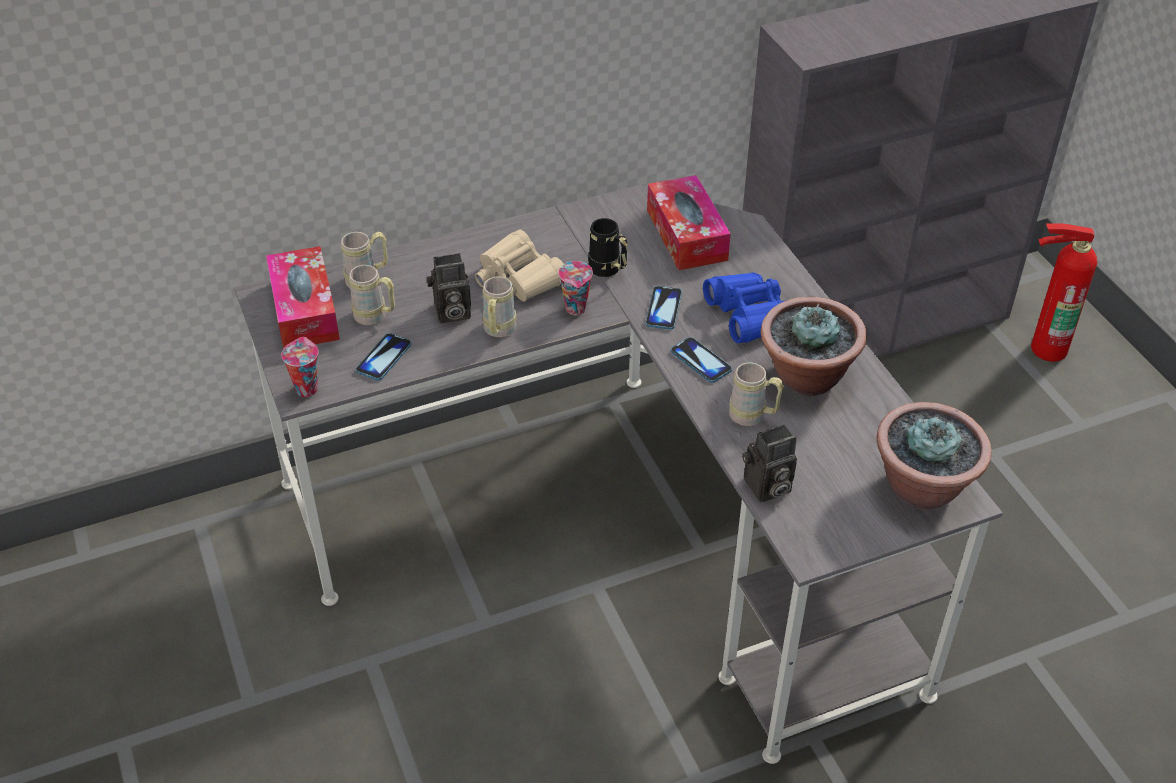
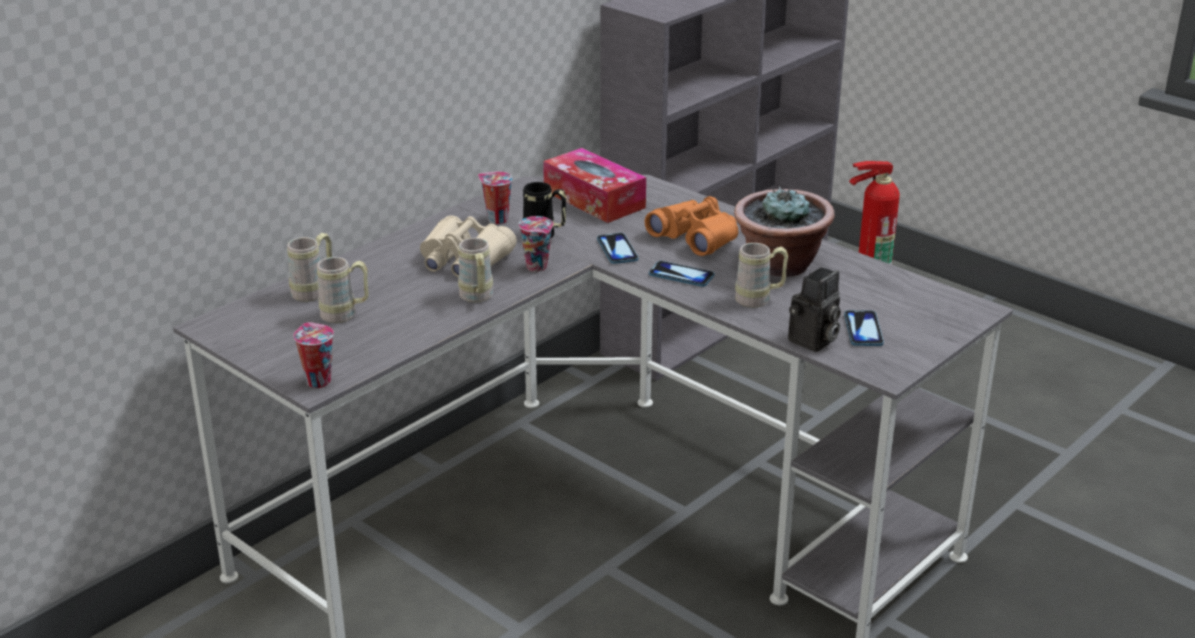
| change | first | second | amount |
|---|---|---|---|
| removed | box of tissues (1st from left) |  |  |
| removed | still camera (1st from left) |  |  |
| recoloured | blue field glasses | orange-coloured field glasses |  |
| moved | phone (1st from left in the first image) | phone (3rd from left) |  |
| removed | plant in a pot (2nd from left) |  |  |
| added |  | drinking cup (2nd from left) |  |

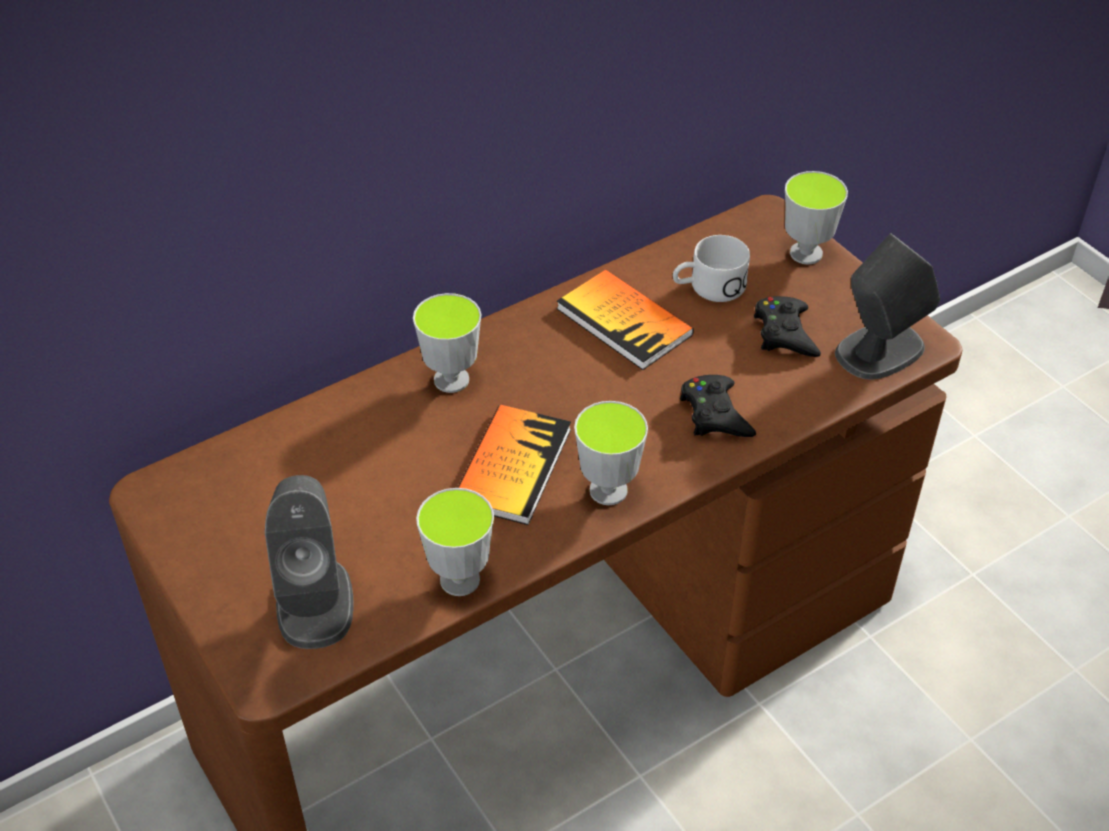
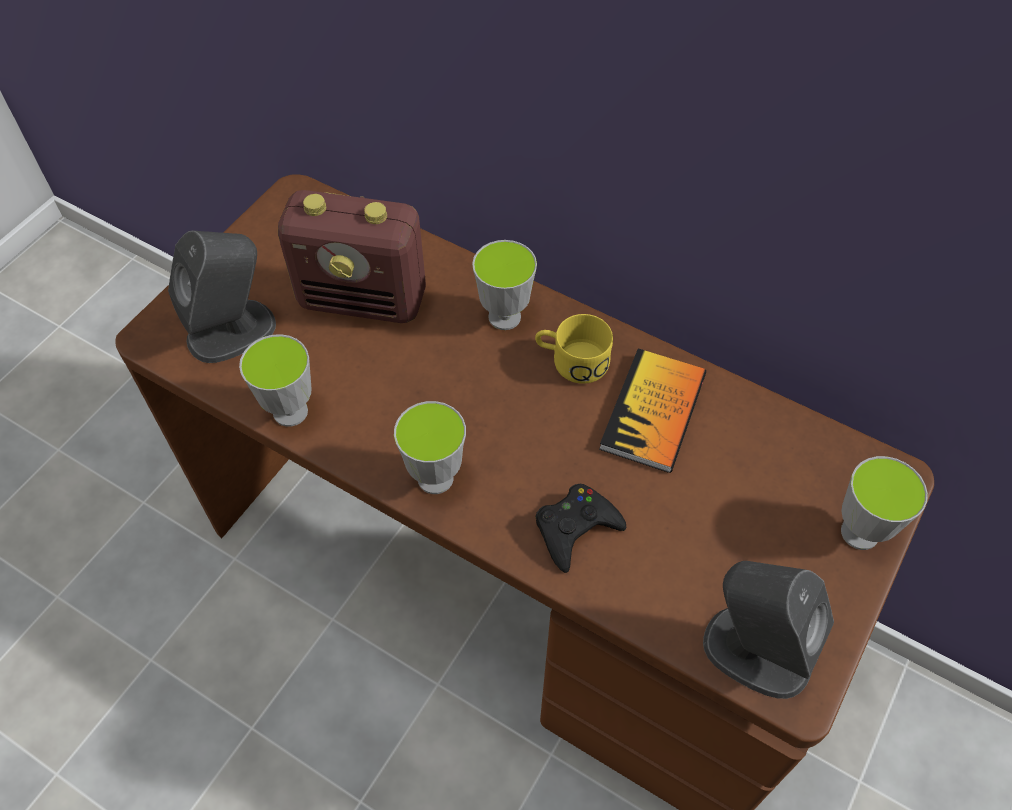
| change | first | second | amount |
|---|---|---|---|
| removed | whitish mug |  |  |
| removed | black joypad (2nd from left) |  |  |
| removed | bound book (1st from left) |  |  |
| added |  | radio |  |
| added |  | yellowish mug |  |

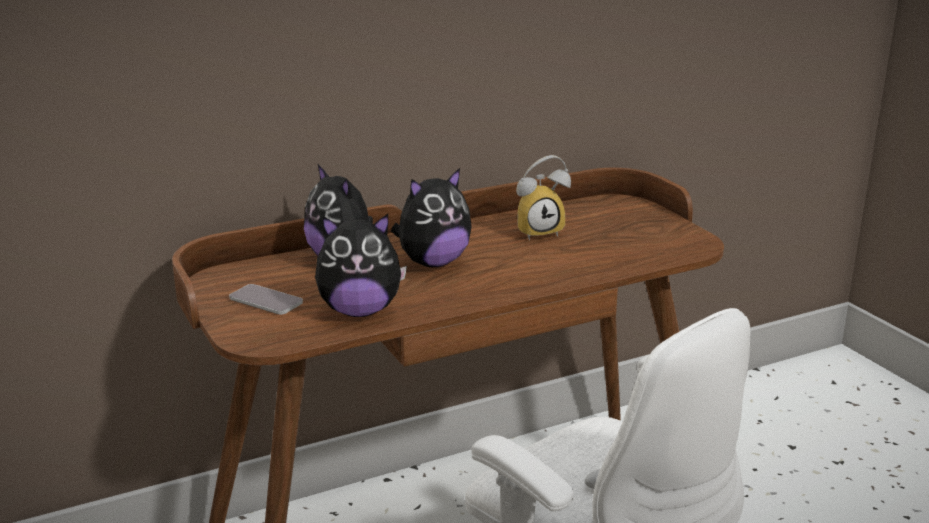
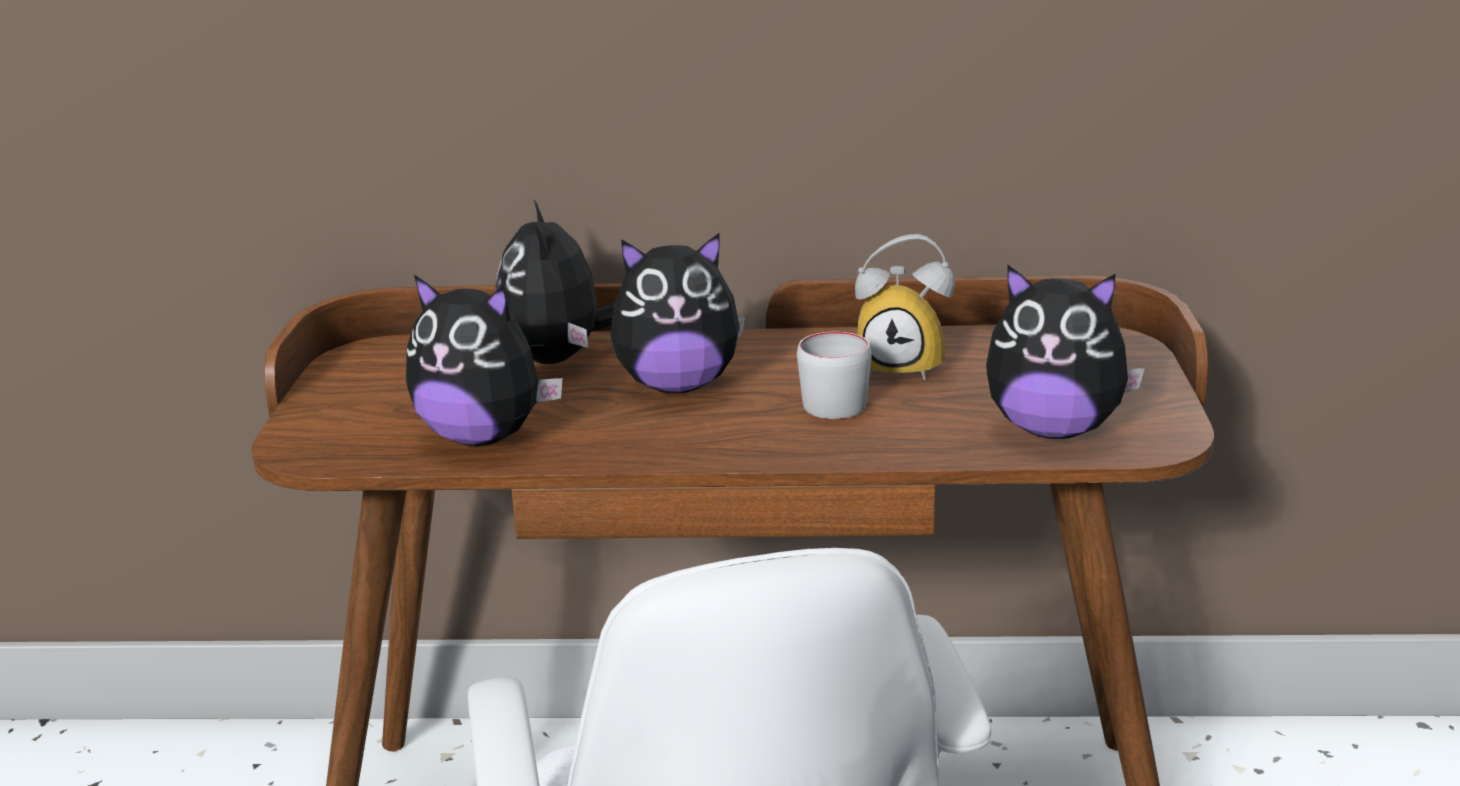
| change | first | second | amount |
|---|---|---|---|
| removed | phone |  |  |
| added |  | cuddly toy (4th from left) |  |
| added |  | gray mug |  |

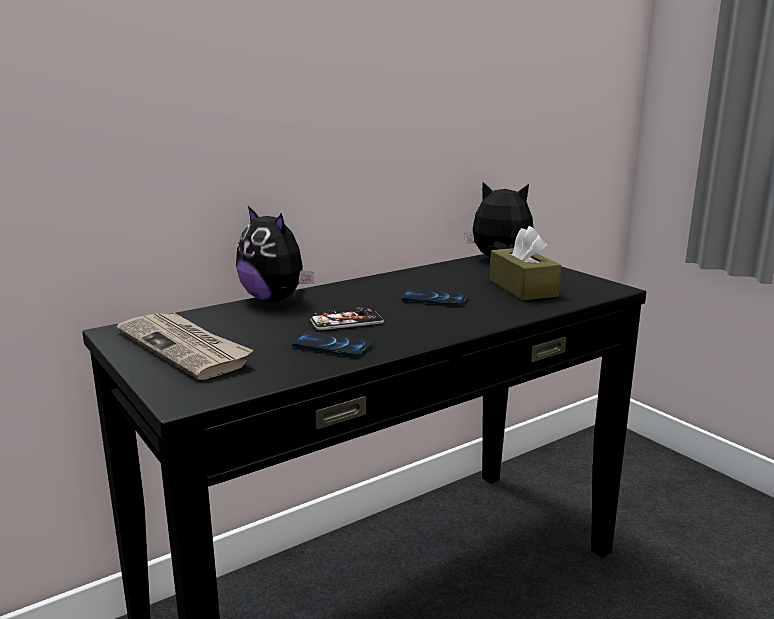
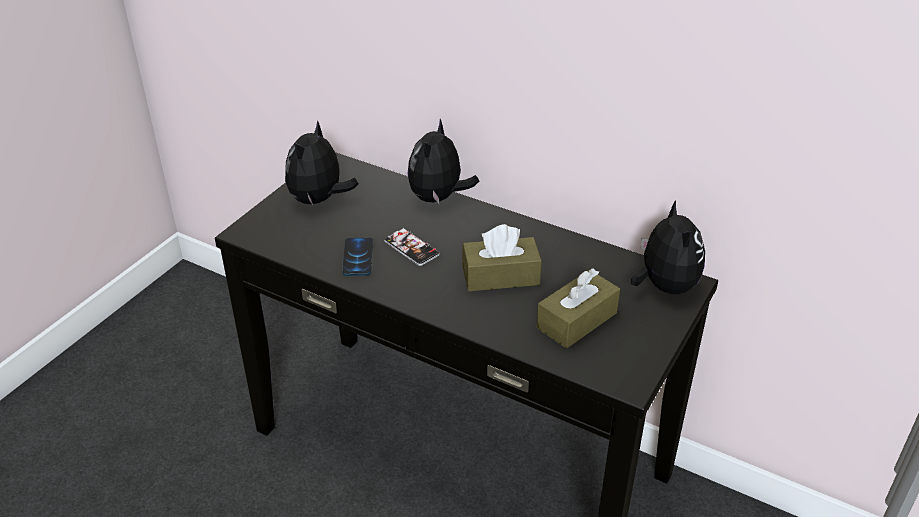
| change | first | second | amount |
|---|---|---|---|
| replaced | phone (3rd from left) | brownish box of tissues (1st from left) |  |
| replaced | daily paper | cuddly toy (1st from left) |  |

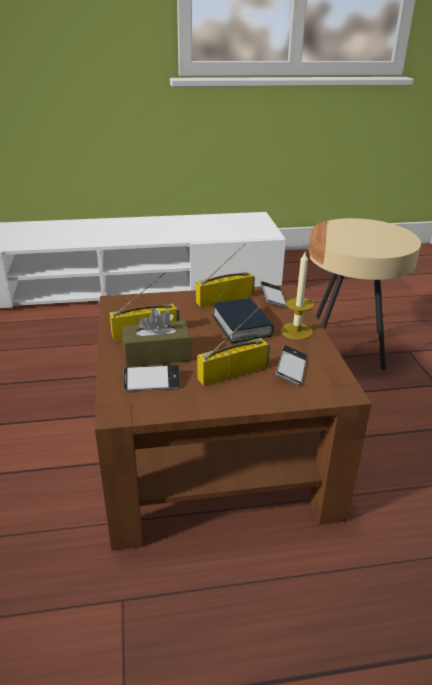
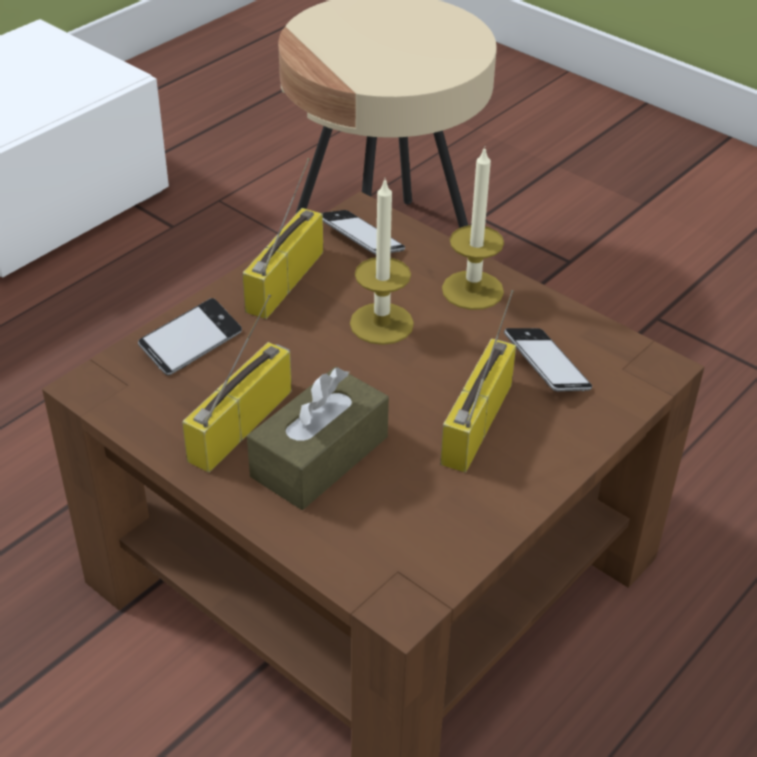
| change | first | second | amount |
|---|---|---|---|
| replaced | bound book | wax light (1st from left) |  |
| moved | phone (1st from left) |  |  |

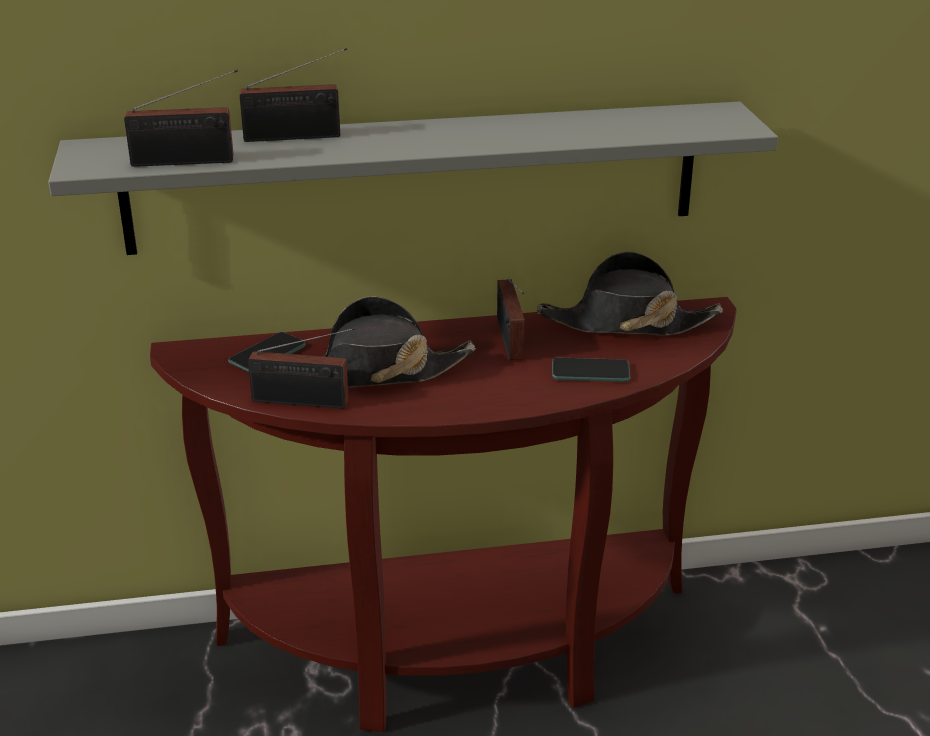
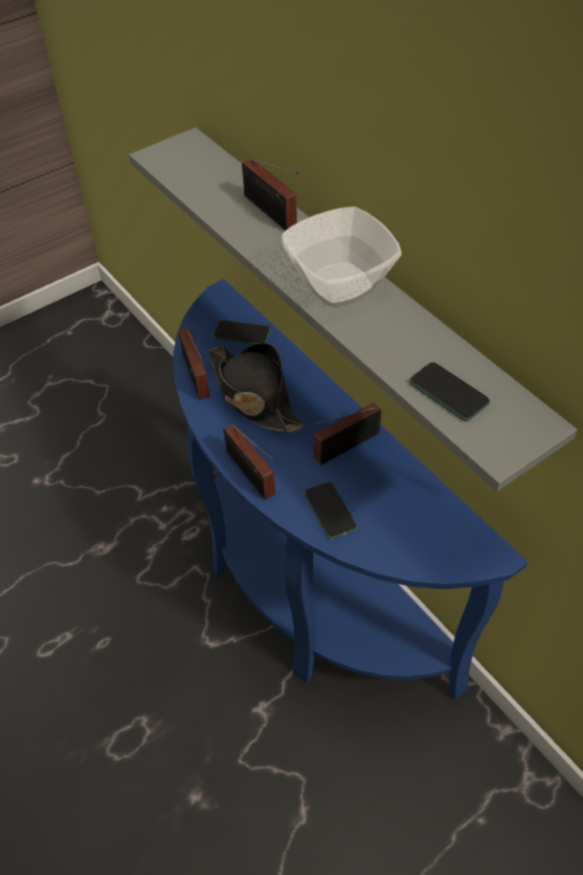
| change | first | second | amount |
|---|---|---|---|
| moved | radio (1st from left in the first image) | radio (2nd from left) |  |
| removed | black wearable hat (2nd from left) |  |  |
| recoloured | brownish console table | blue console table |  |
| added |  | serving bowl |  |
| added |  | phone (3rd from left) |  |

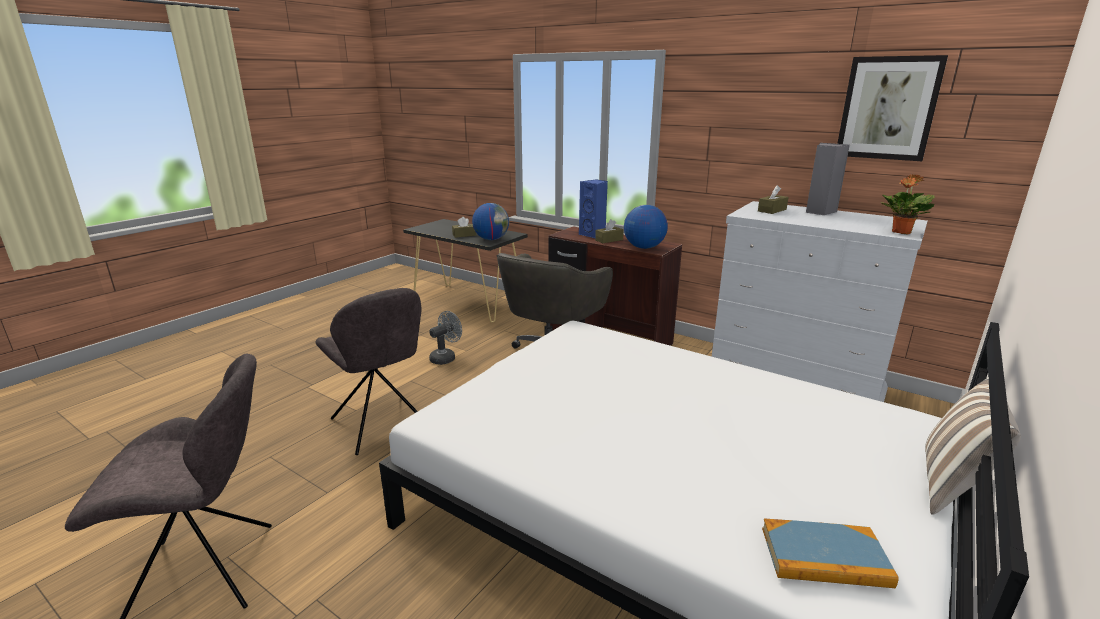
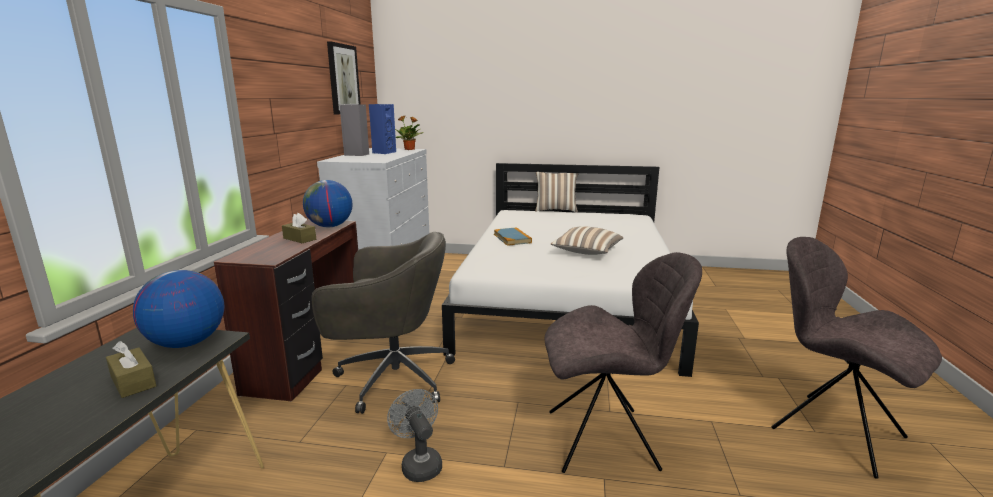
| change | first | second | amount |
|---|---|---|---|
| moved | blue speaker |  |  |
| removed | brownish box of tissues (3rd from left) |  |  |
| turned | gray chair (2nd from left in the first image) | gray chair (1st from left) | 60 degrees clockwise |
| turned | gray electric fan |  | 45 degrees clockwise |
| moved | bound book |  |  |
| added |  | pillow (2nd from left) |  |

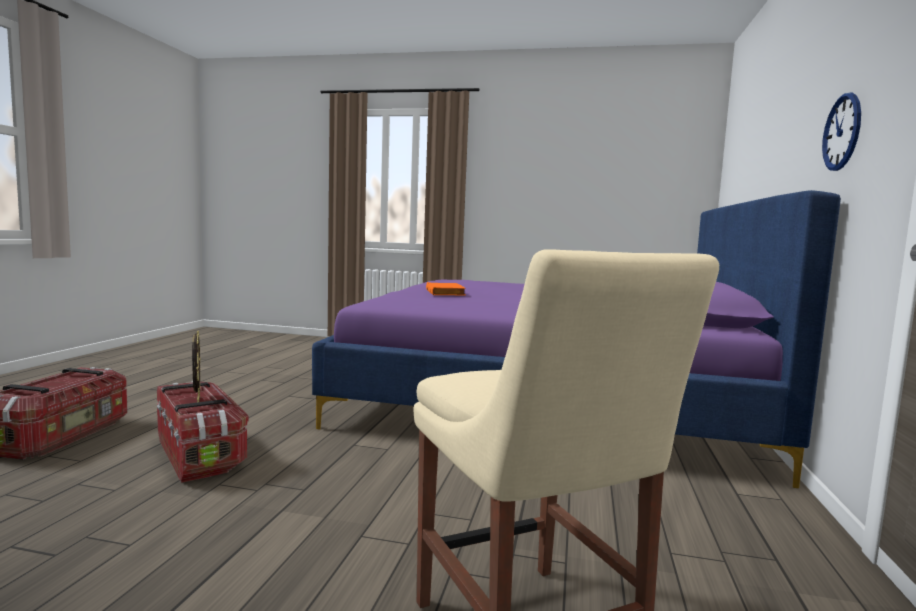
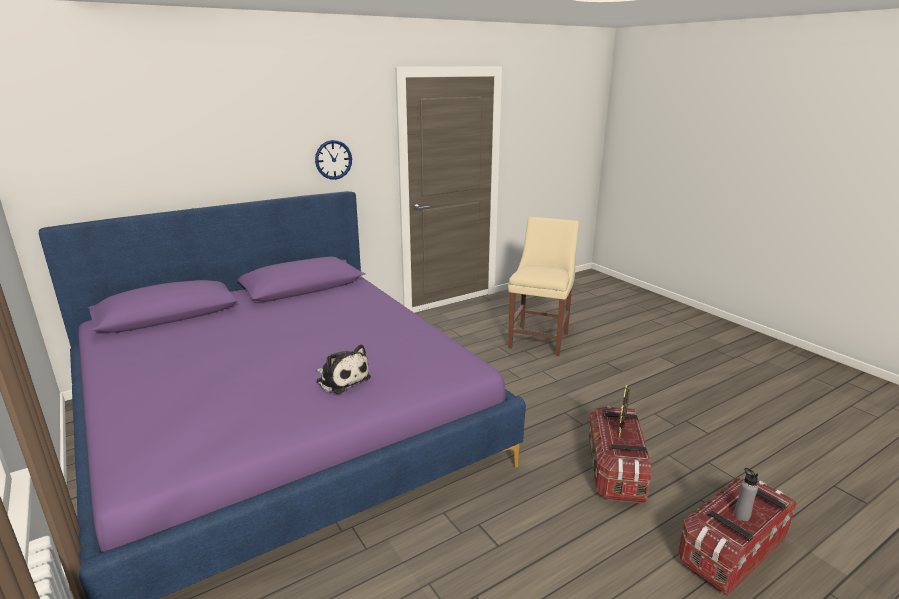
| change | first | second | amount |
|---|---|---|---|
| replaced | orange-coloured bound book | cuddly toy |  |
| added |  | gray beverage bottle |  |

